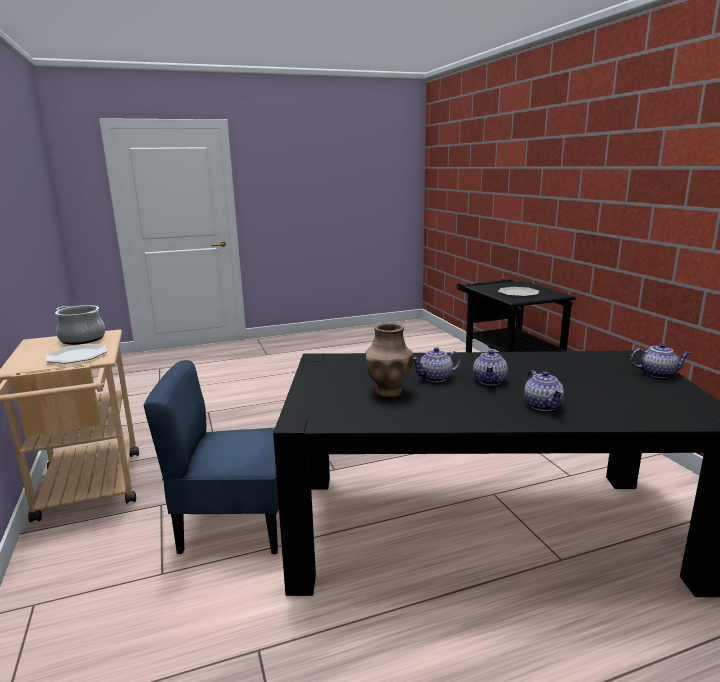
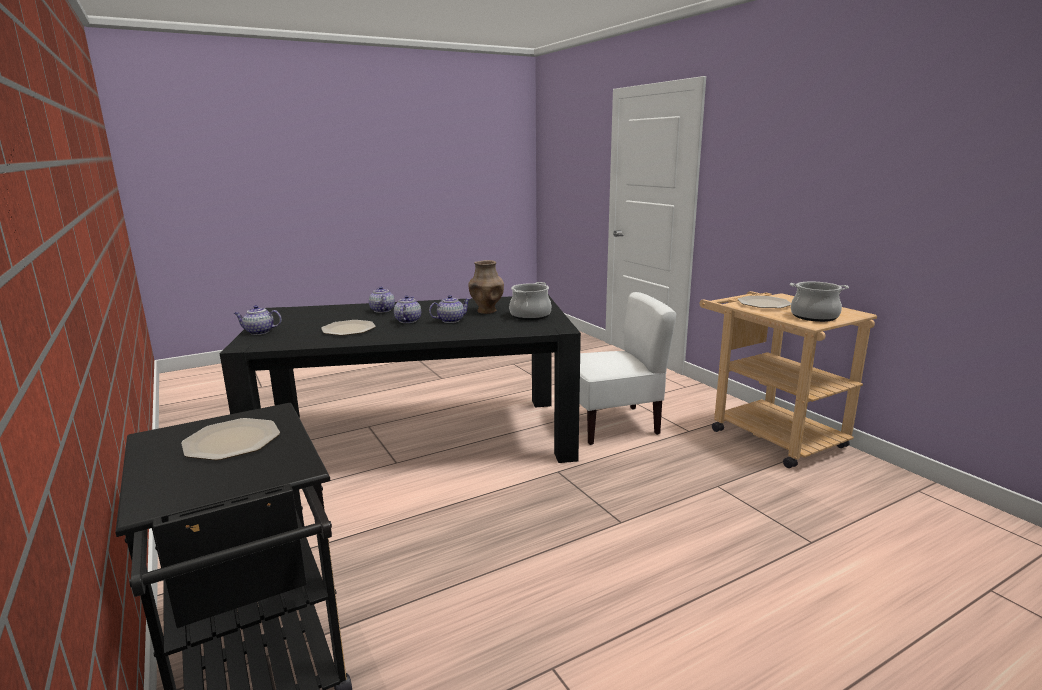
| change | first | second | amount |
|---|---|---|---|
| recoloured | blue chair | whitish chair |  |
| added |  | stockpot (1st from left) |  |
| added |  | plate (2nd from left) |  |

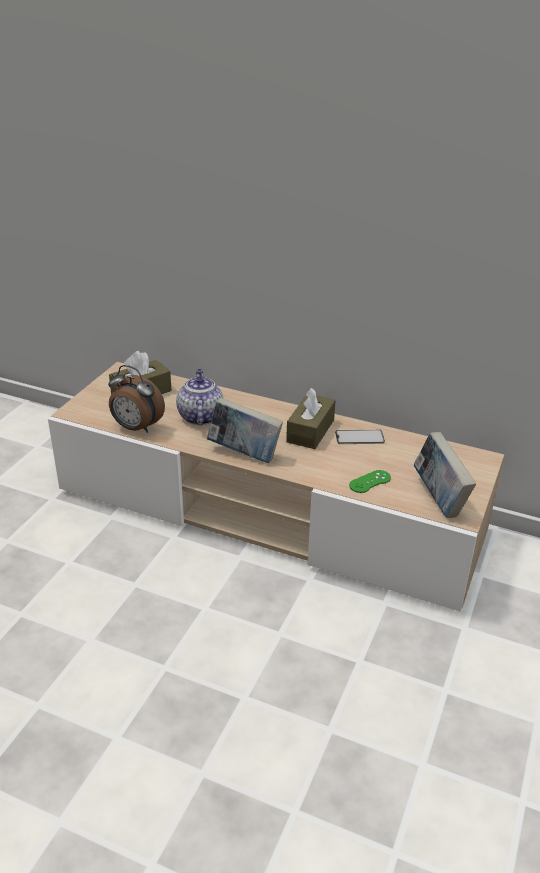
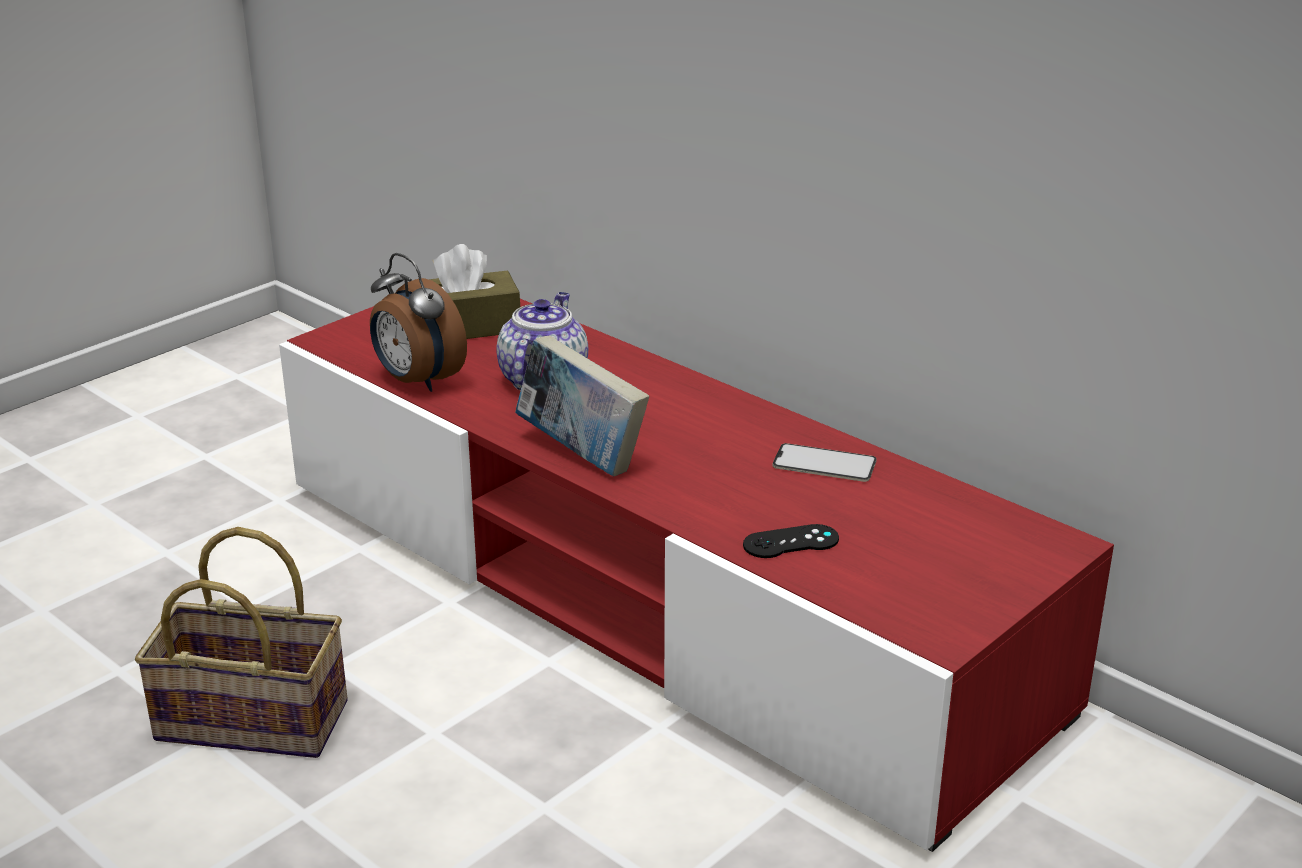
| change | first | second | amount |
|---|---|---|---|
| recoloured | sand-coloured tv stand | reddish tv stand |  |
| removed | brownish box of tissues (2nd from left) |  |  |
| removed | bound book (2nd from left) |  |  |
| recoloured | green joypad | black joypad |  |
| added |  | household basket |  |

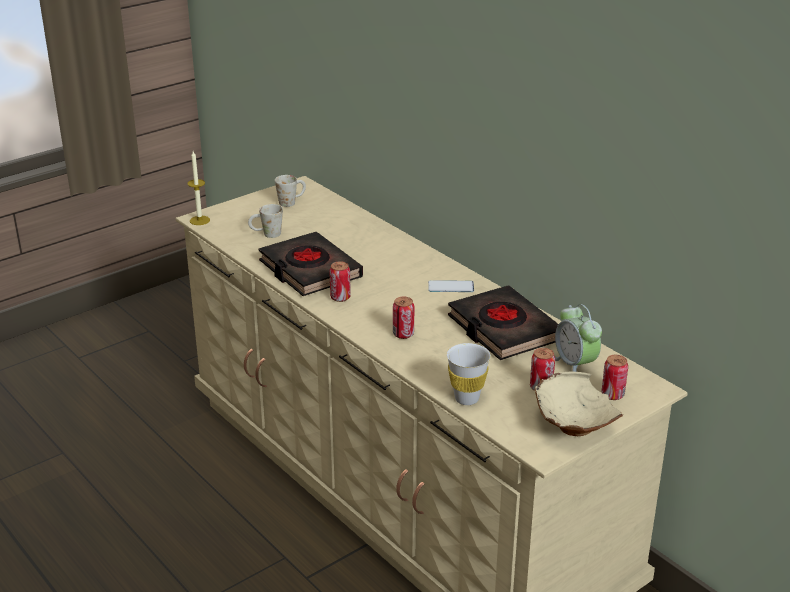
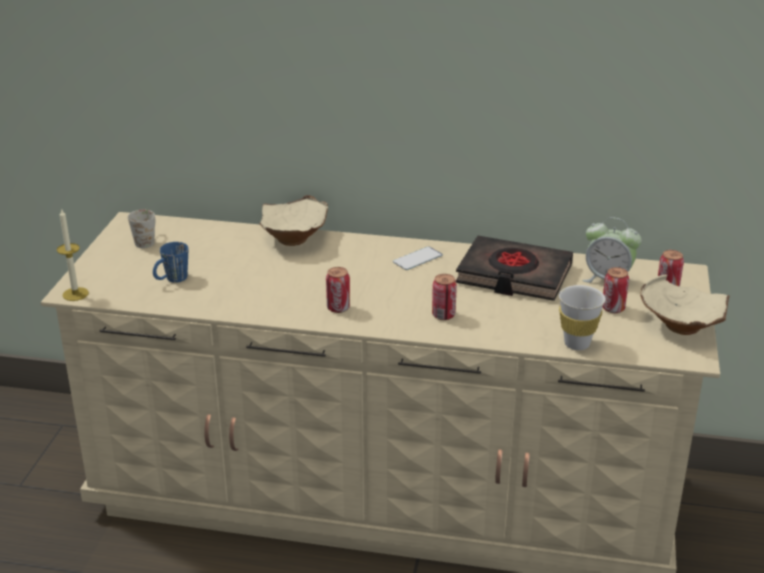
| change | first | second | amount |
|---|---|---|---|
| recoloured | whitish mug (1st from left) | blue mug |  |
| removed | black bound book (1st from left) |  |  |
| added |  | sand-coloured serving bowl (1st from left) |  |

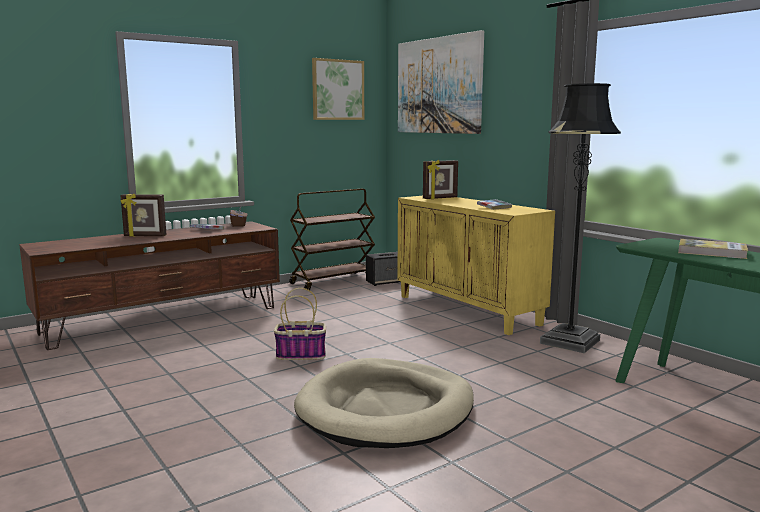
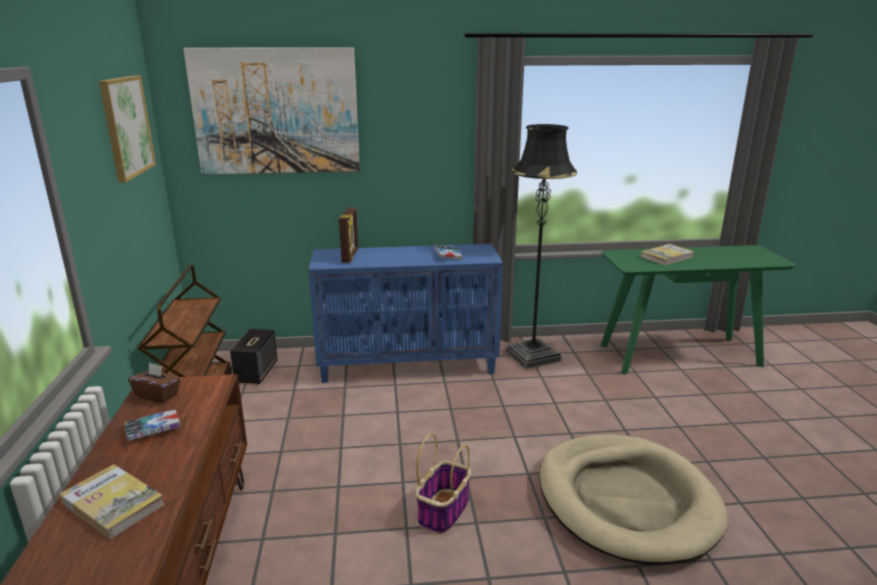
| change | first | second | amount |
|---|---|---|---|
| replaced | standing frame (1st from left) | bound book (1st from left) |  |
| recoloured | yellowish storage cabinet | blue storage cabinet |  |

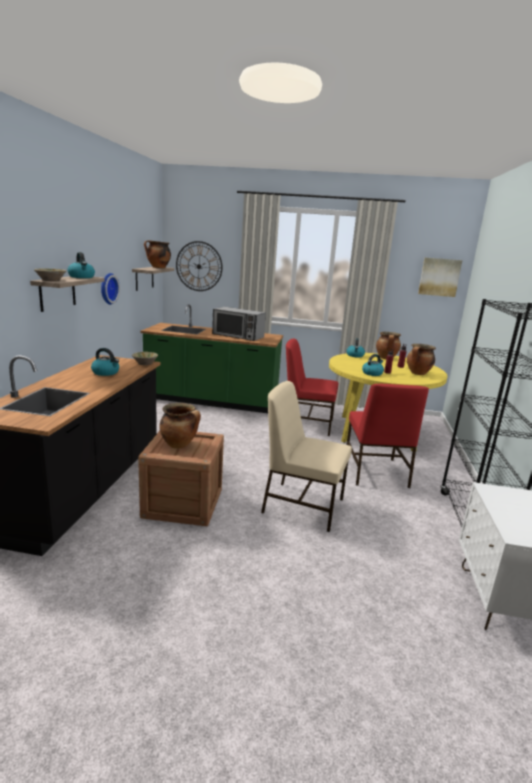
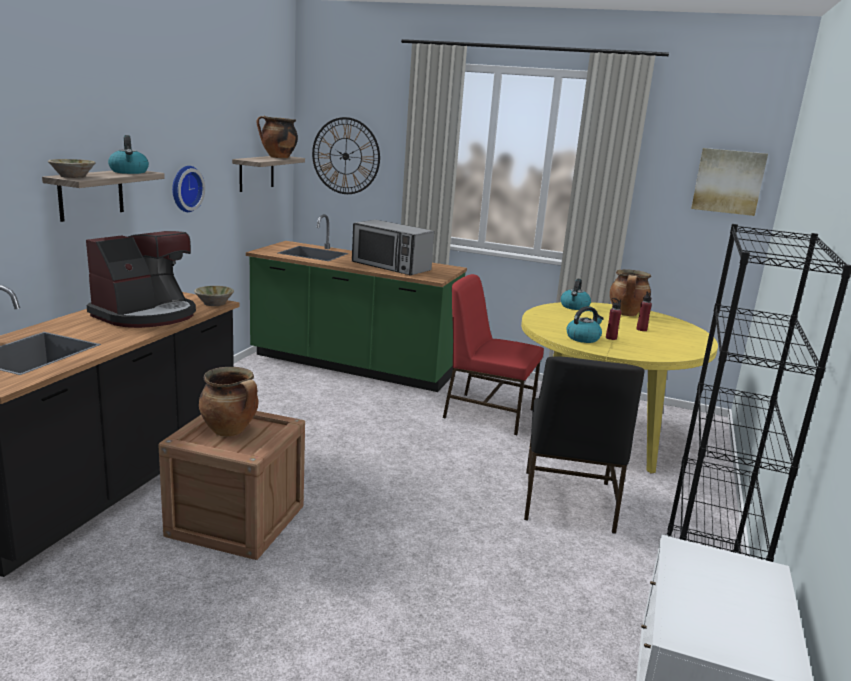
| change | first | second | amount |
|---|---|---|---|
| removed | stockpot (4th from left) |  |  |
| replaced | water kettle (2nd from left) | coffee maker |  |
| removed | sand-coloured chair |  |  |
| recoloured | reddish chair (2nd from left) | black chair |  |

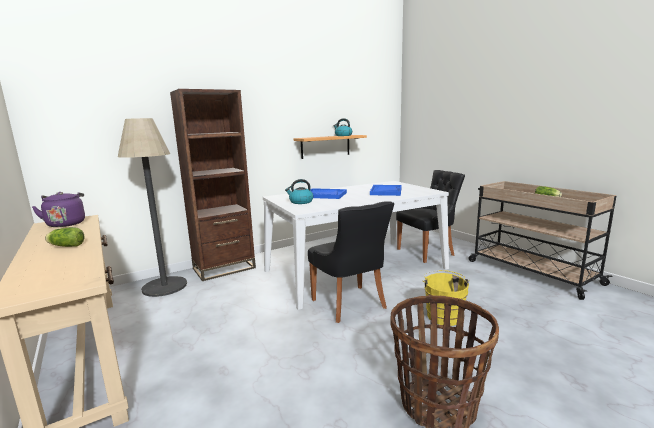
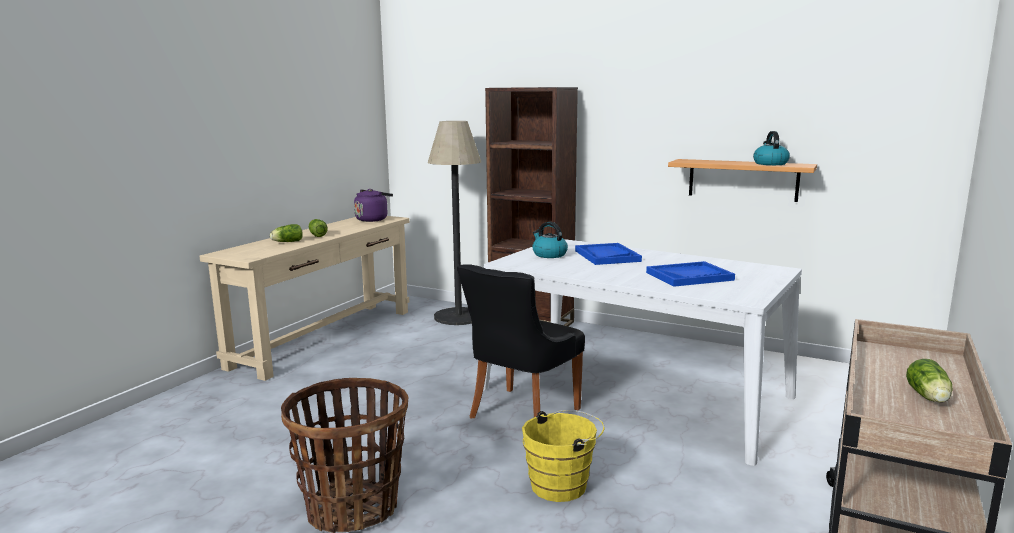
| change | first | second | amount |
|---|---|---|---|
| removed | black chair (2nd from left) |  |  |
| added |  | lettuce (1st from left) |  |

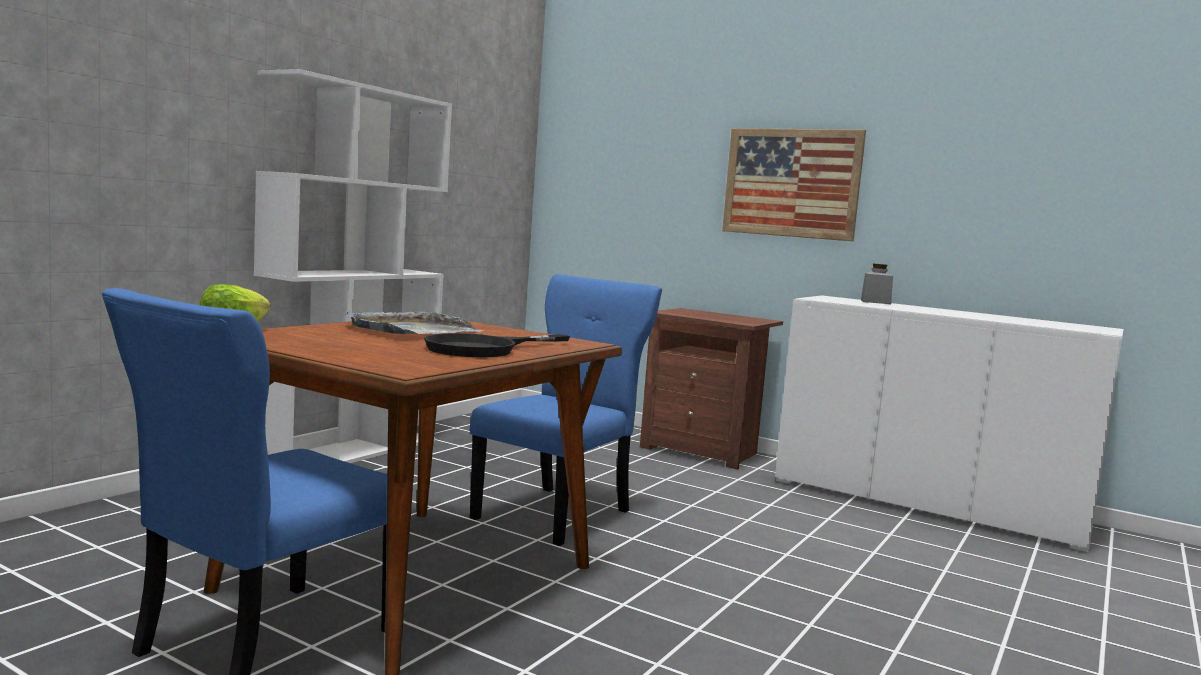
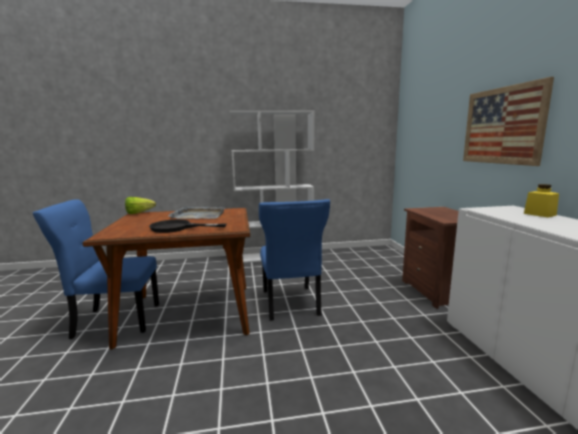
| change | first | second | amount |
|---|---|---|---|
| recoloured | gray jar | yellowish jar |  |
| turned | blue chair (2nd from left) |  | 90 degrees clockwise |

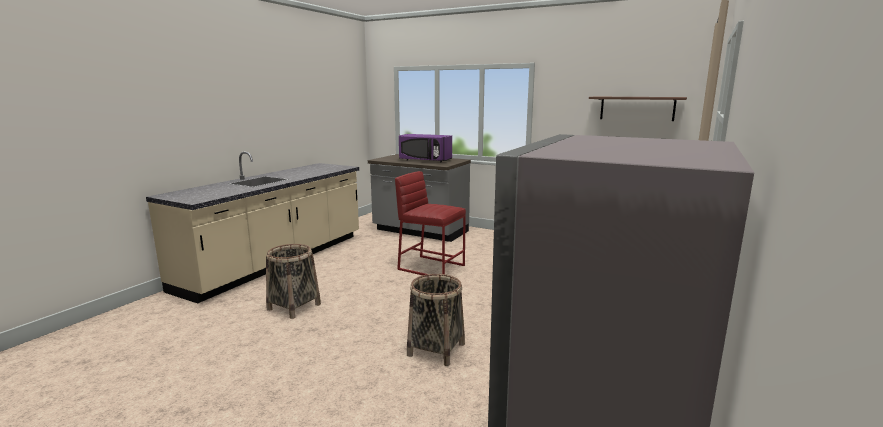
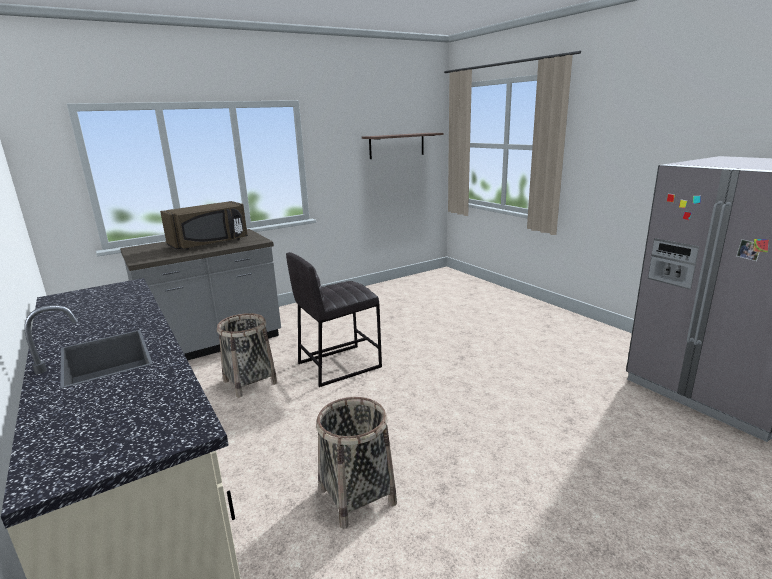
| change | first | second | amount |
|---|---|---|---|
| recoloured | purplish kitchen microwave | brownish kitchen microwave |  |
| recoloured | reddish sitting stool | gray sitting stool |  |
| moved | household basket (2nd from left in the first image) | household basket (1st from left) |  |

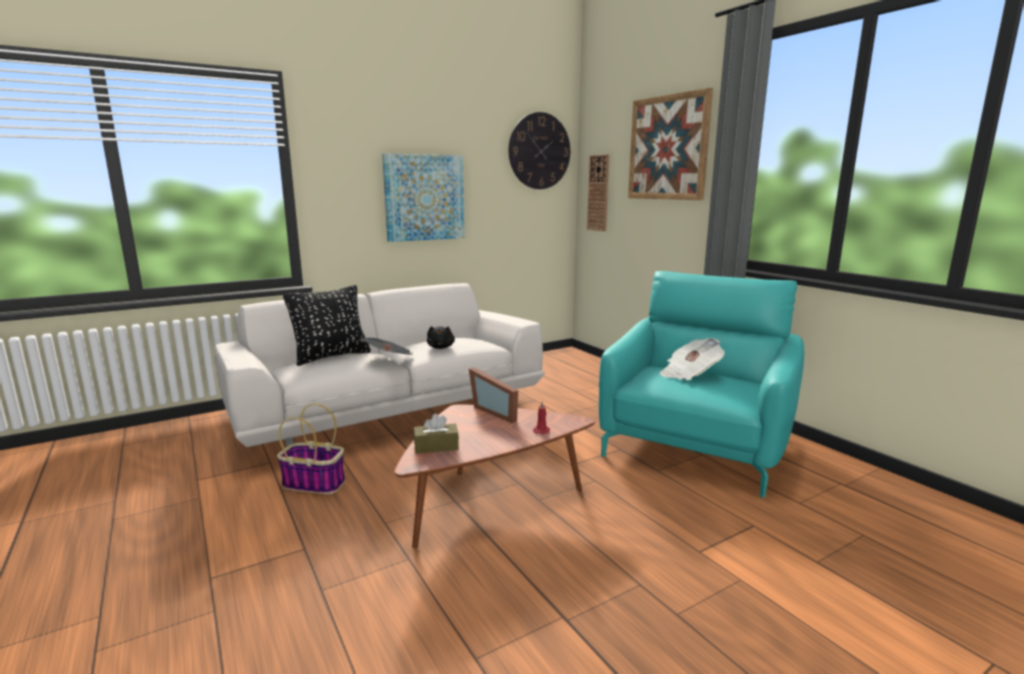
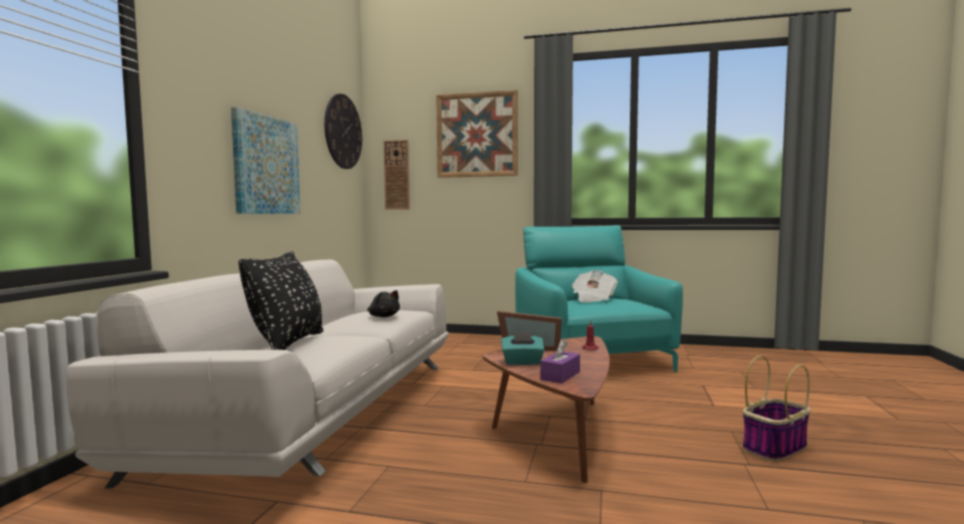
| change | first | second | amount |
|---|---|---|---|
| removed | daily paper (1st from left) |  |  |
| moved | household basket |  |  |
| recoloured | brownish box of tissues | purplish box of tissues |  |
| added |  | turquoise box of tissues |  |

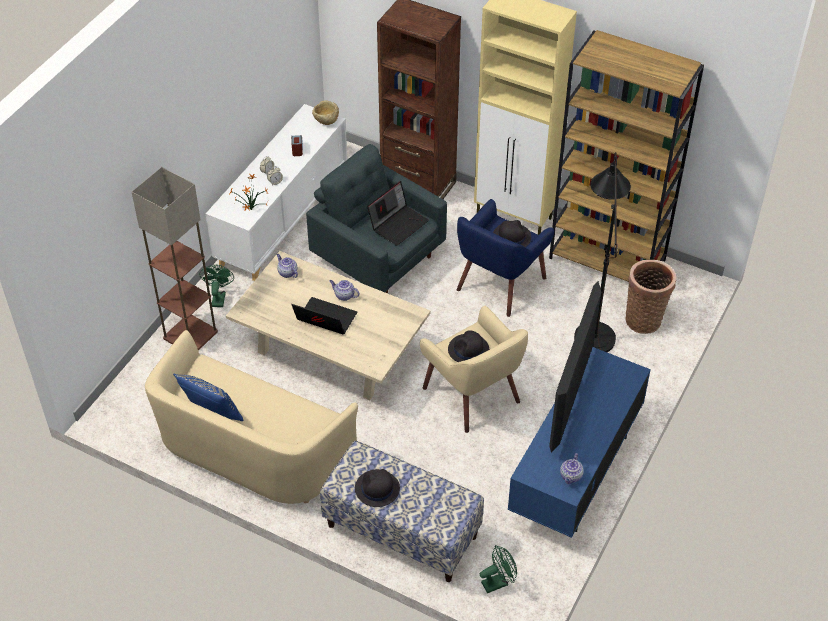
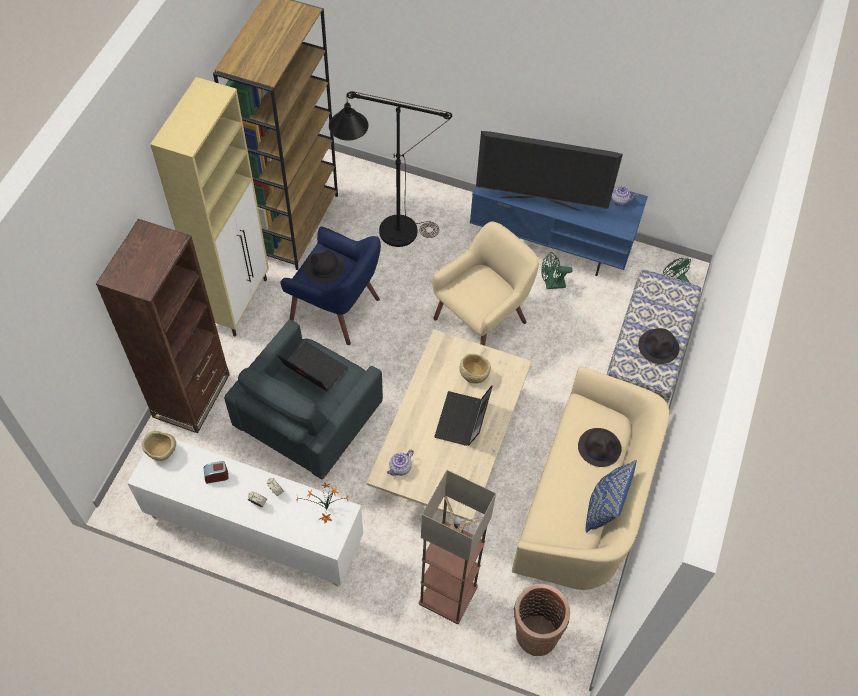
| change | first | second | amount |
|---|---|---|---|
| moved | household basket |  |  |
| moved | green electric fan (1st from left) |  |  |
| removed | tea pot (2nd from left) |  |  |
| moved | black wearable hat (2nd from left) |  |  |
| added |  | sand-coloured serving bowl (2nd from left) |  |

